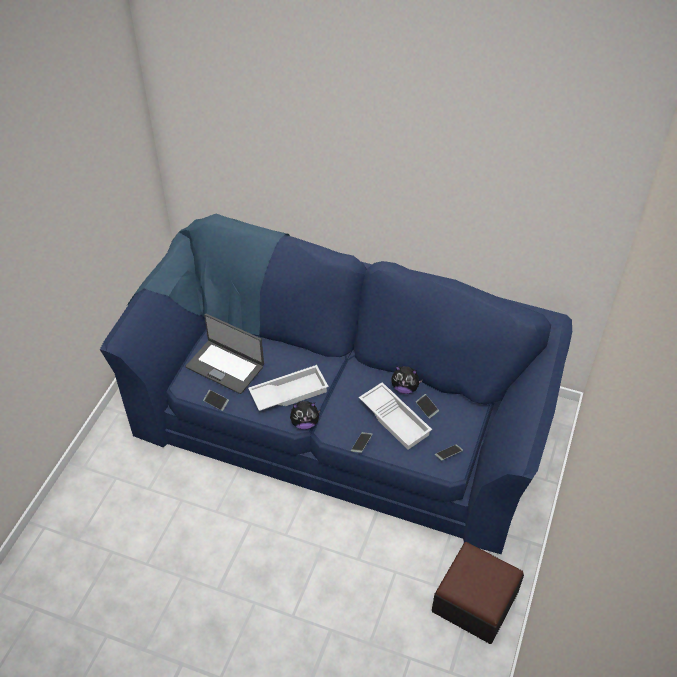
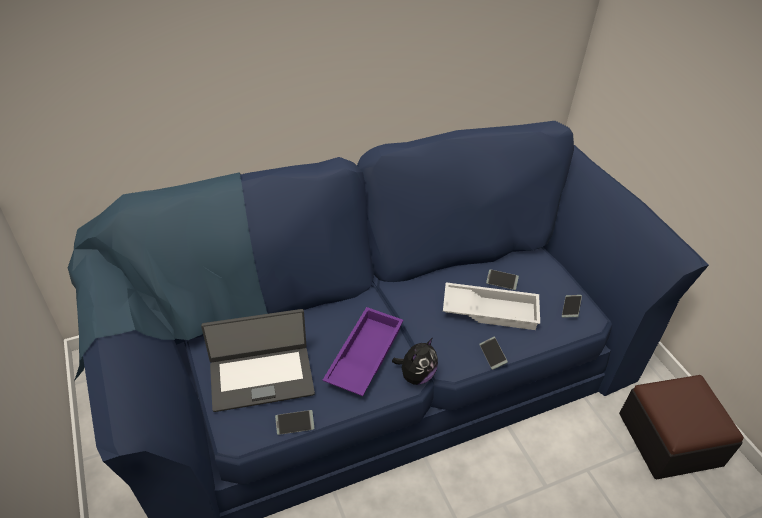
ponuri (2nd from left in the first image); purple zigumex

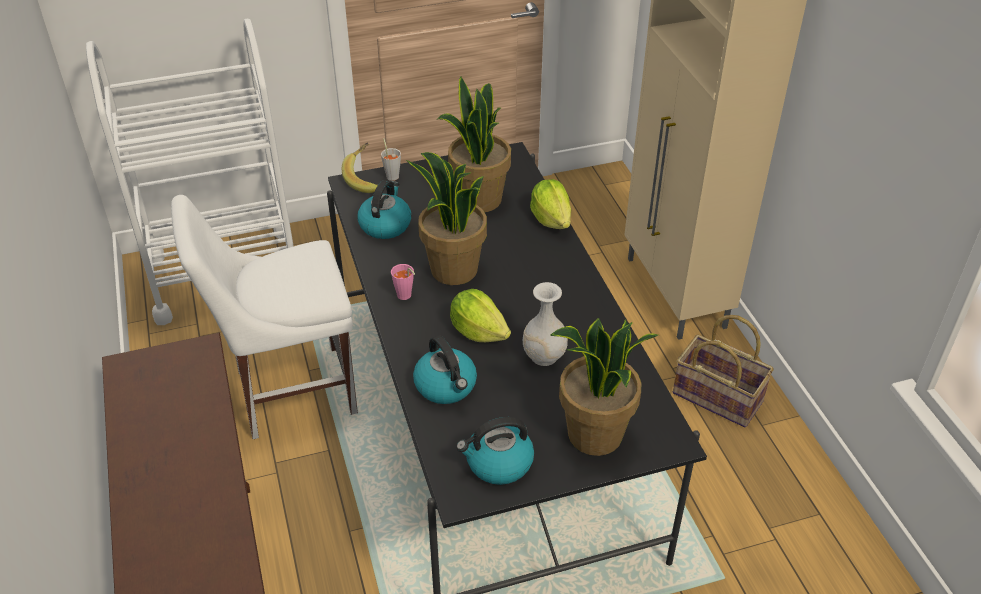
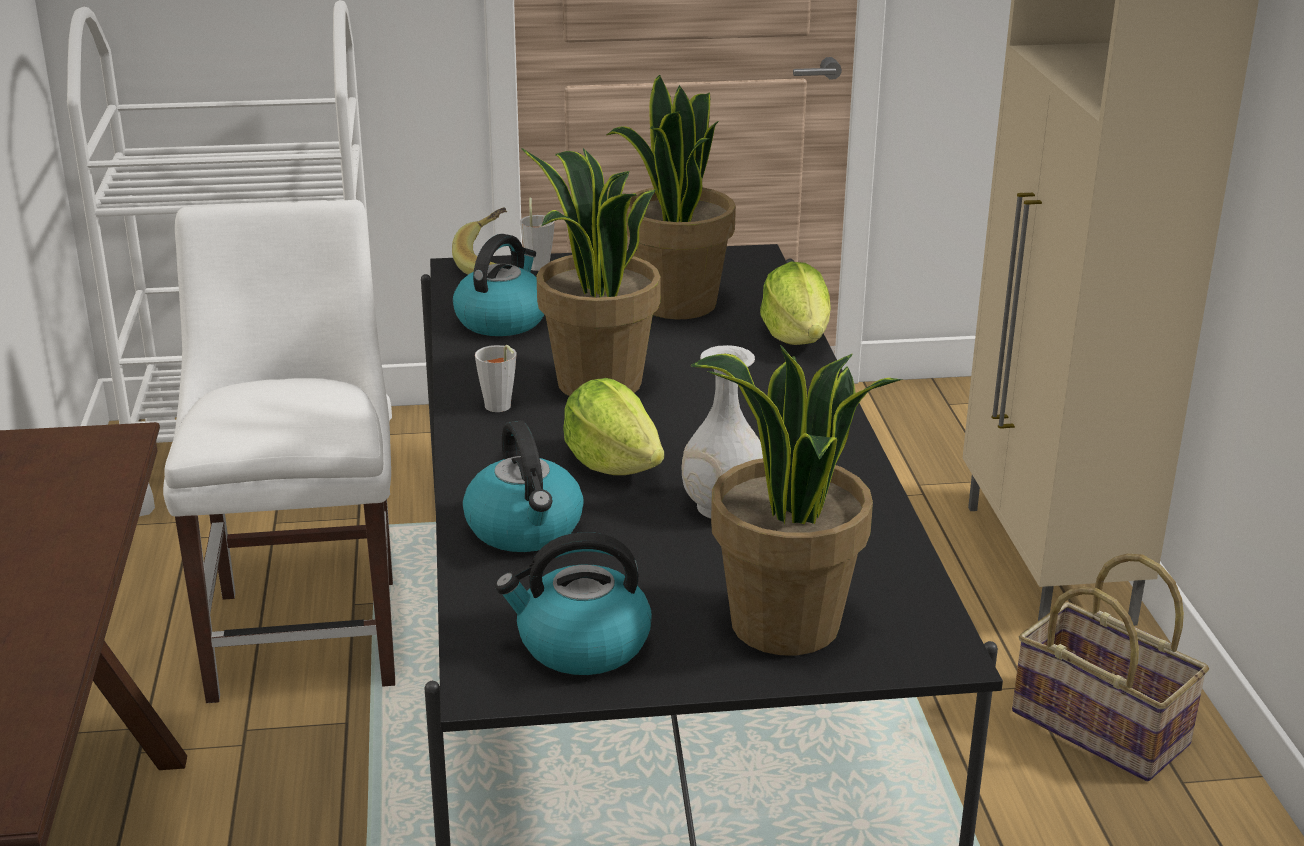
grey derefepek (1st from left); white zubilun

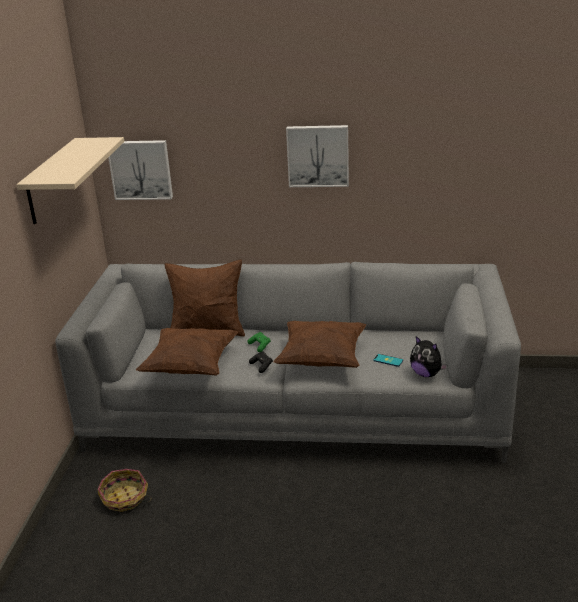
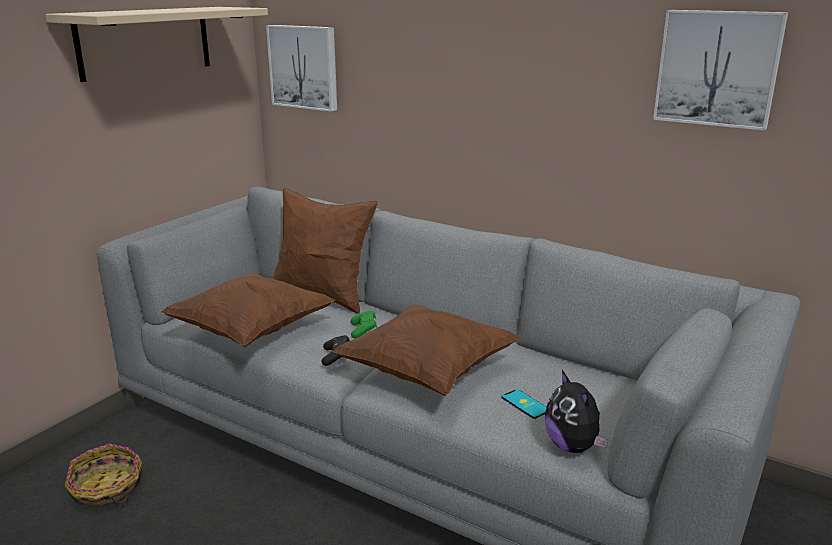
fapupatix (2nd from left)

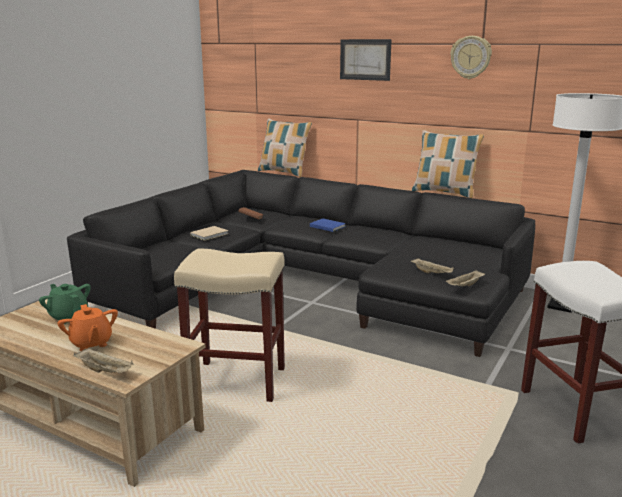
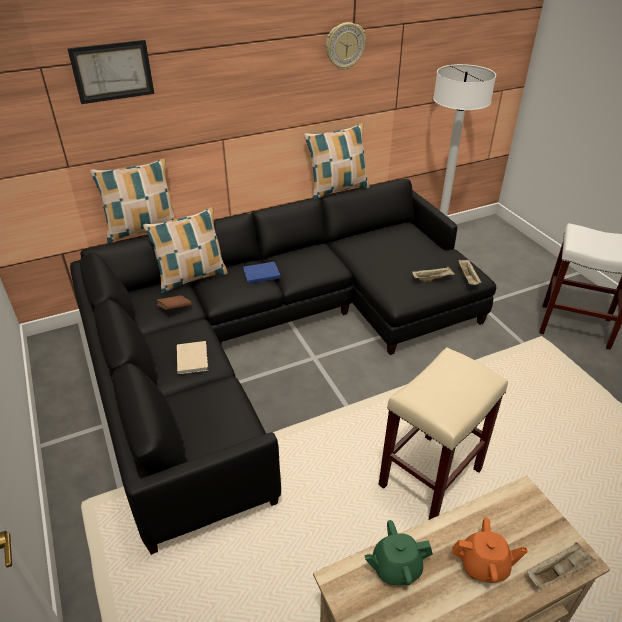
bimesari (2nd from left); fapupatix

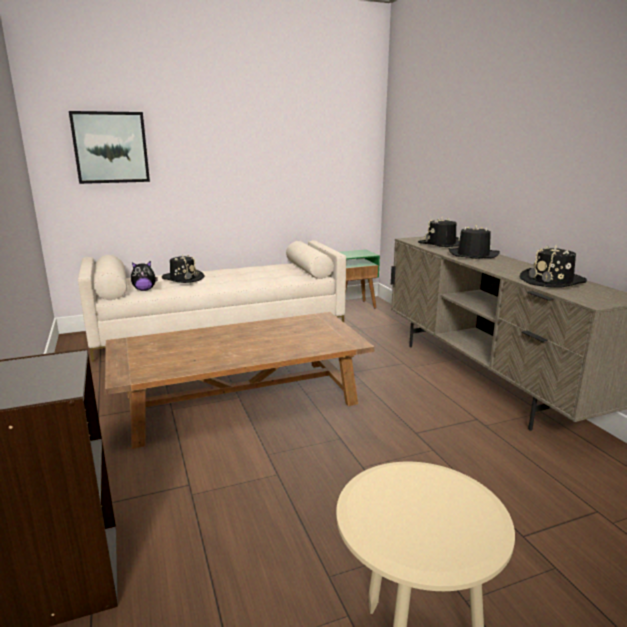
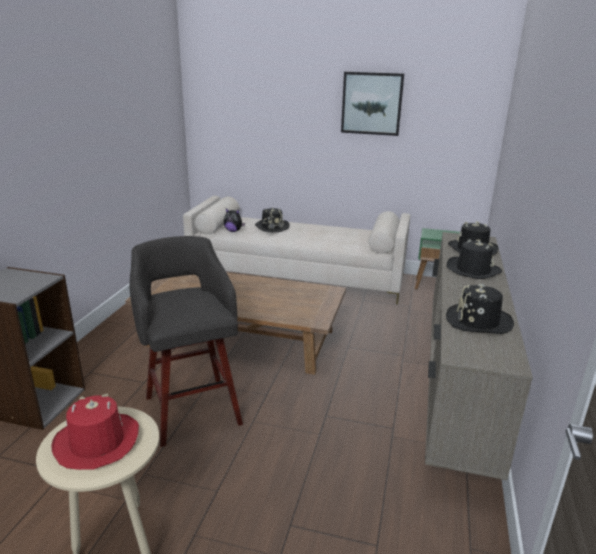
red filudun; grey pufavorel; fapupatix

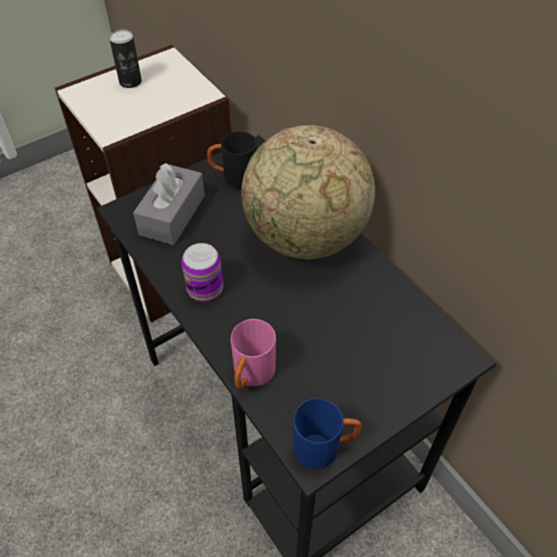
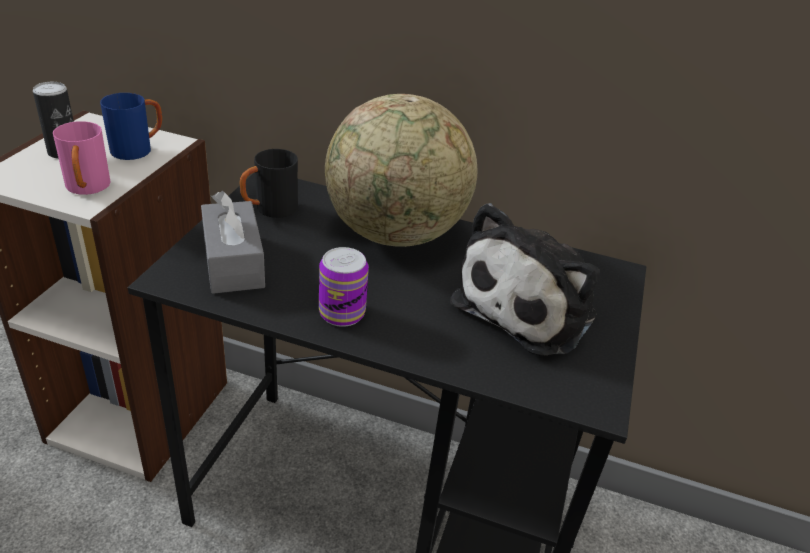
ponuri; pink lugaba; blue lugaba

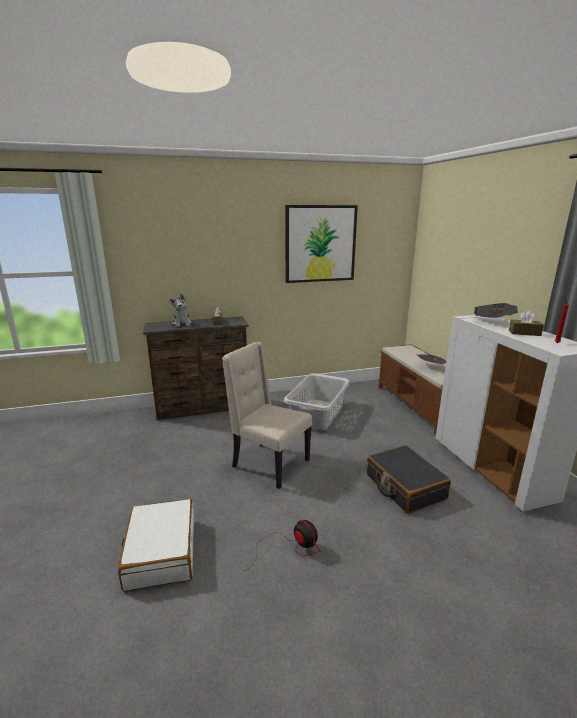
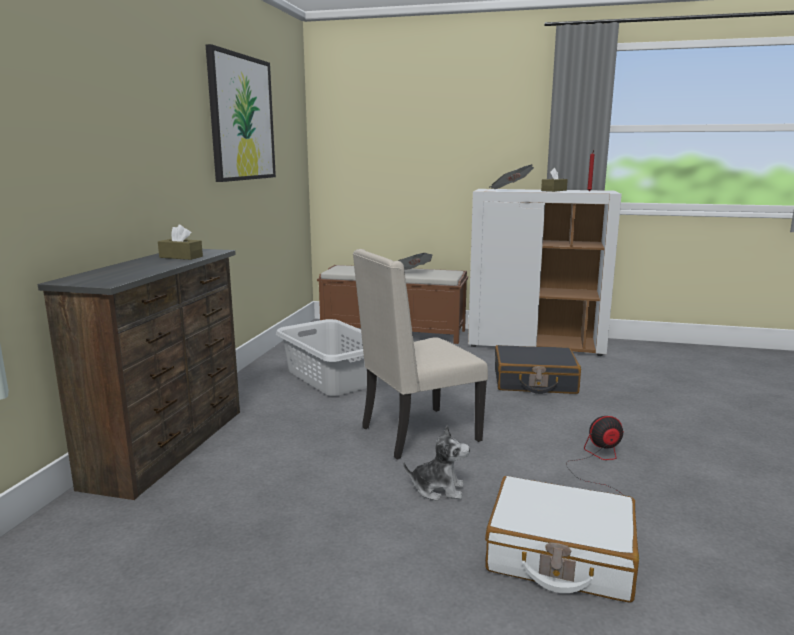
ponuri

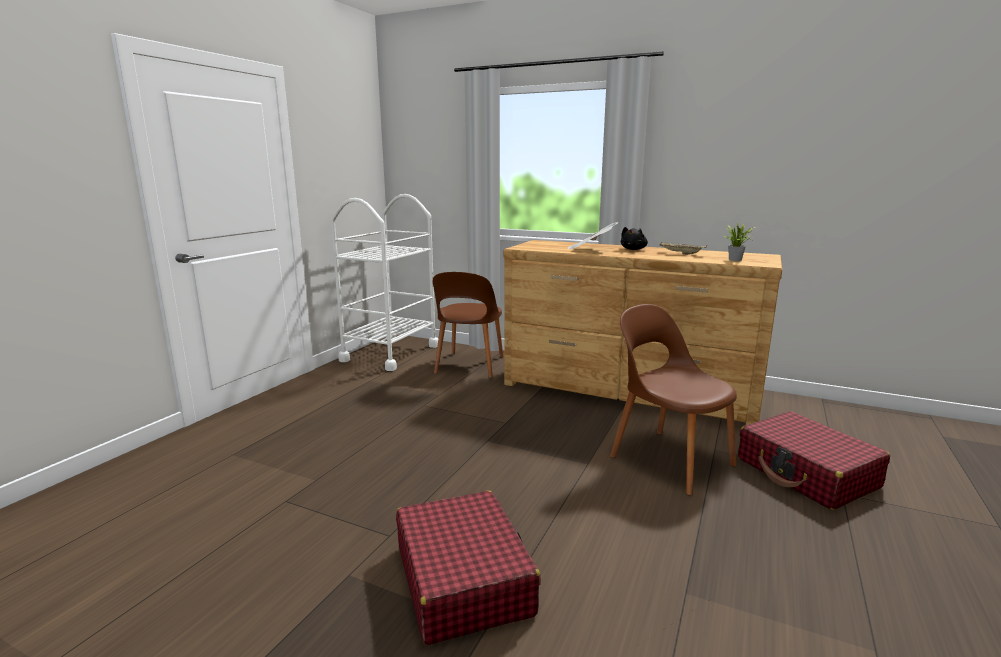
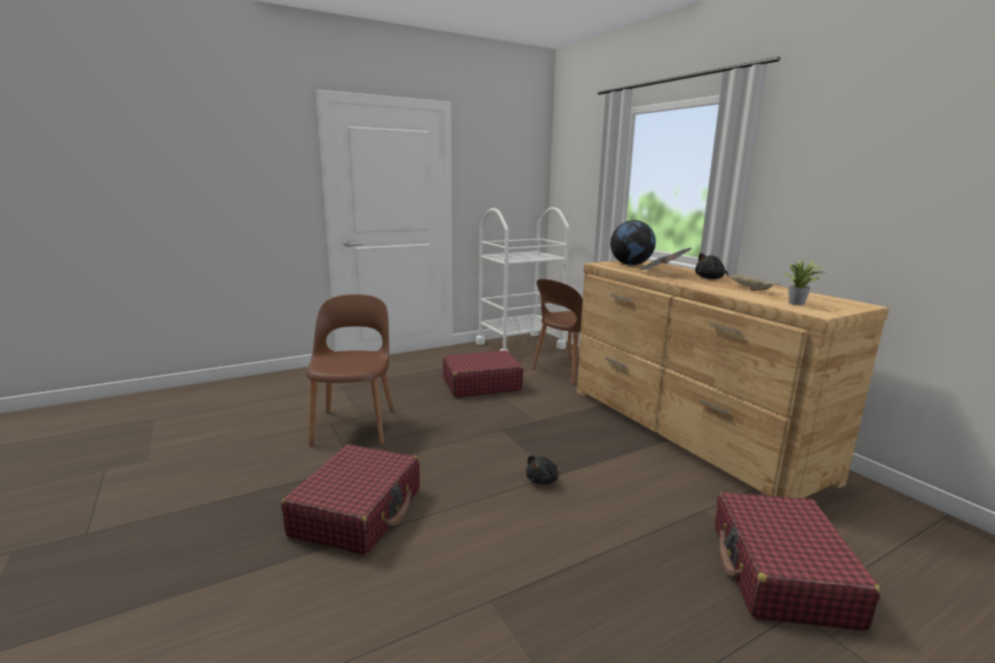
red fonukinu (2nd from left); black ponuri (1st from left); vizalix; brown zubilun (1st from left)

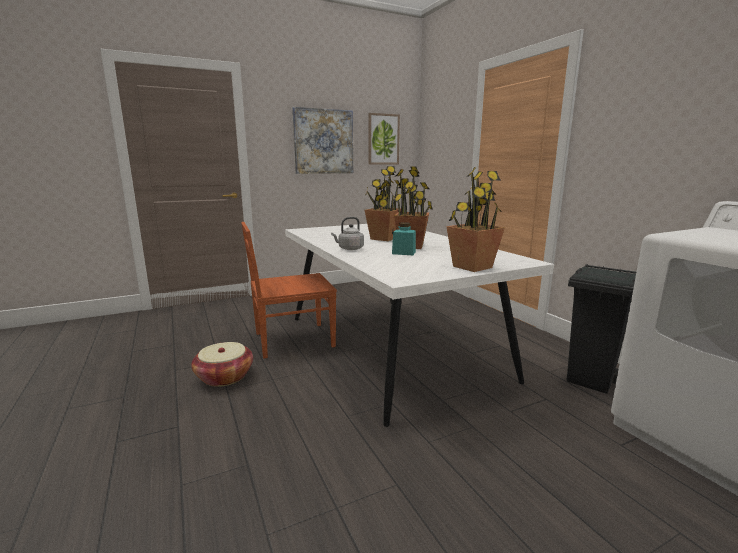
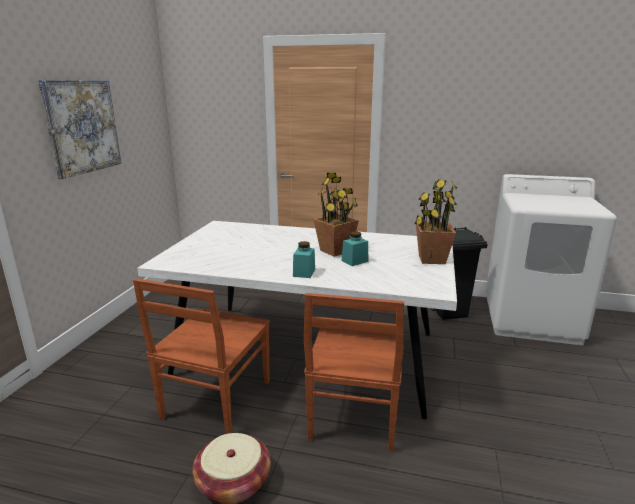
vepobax (1st from left in the first image); fapupatix (2nd from left in the first image); brown zubilun (2nd from left); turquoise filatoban (1st from left)

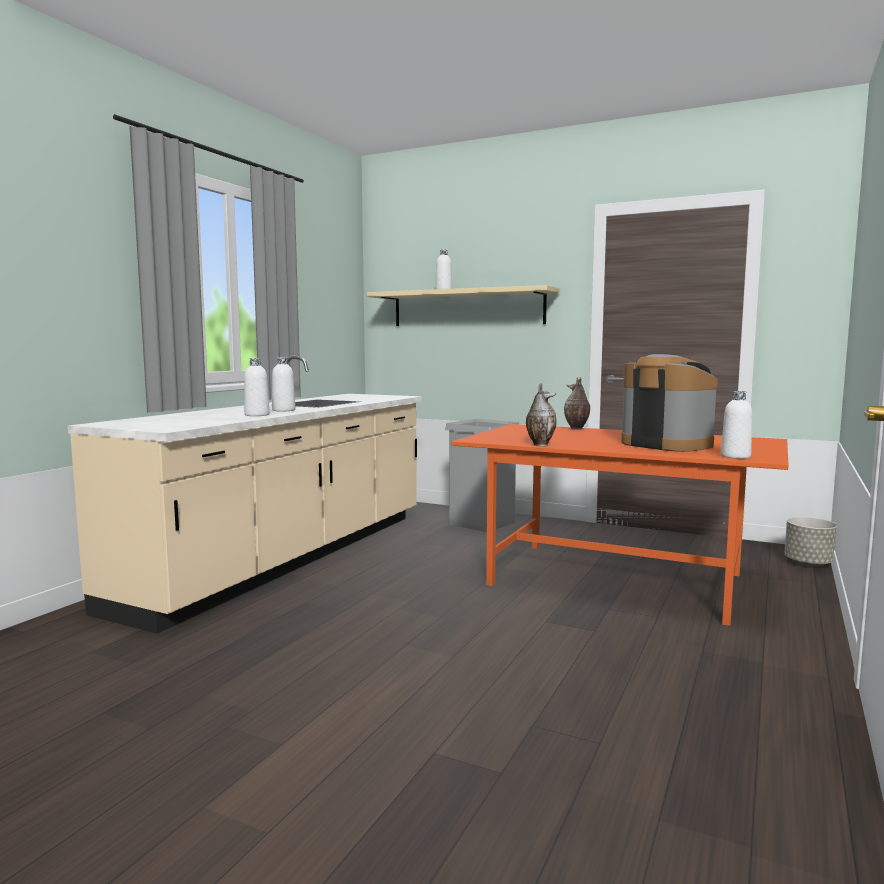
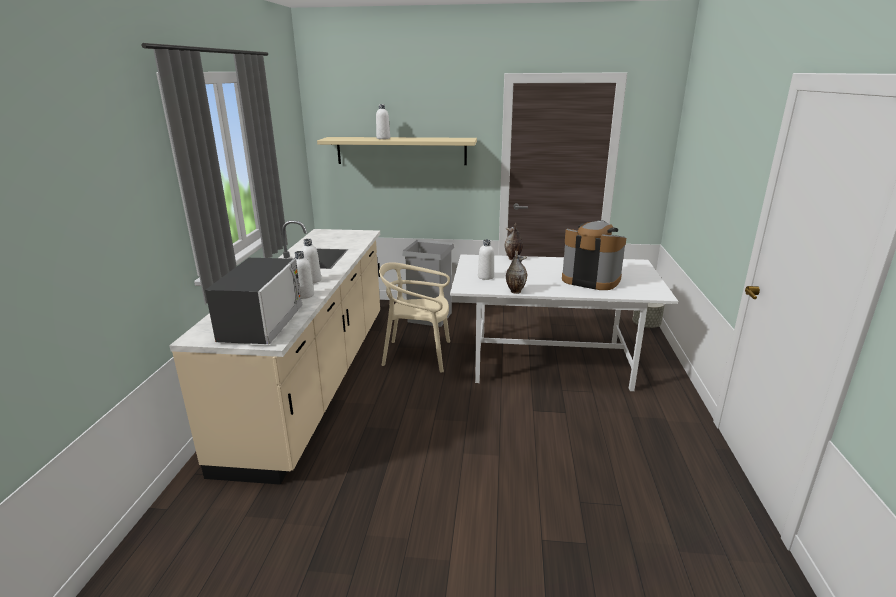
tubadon; beige zubilun; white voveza (4th from left); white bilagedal

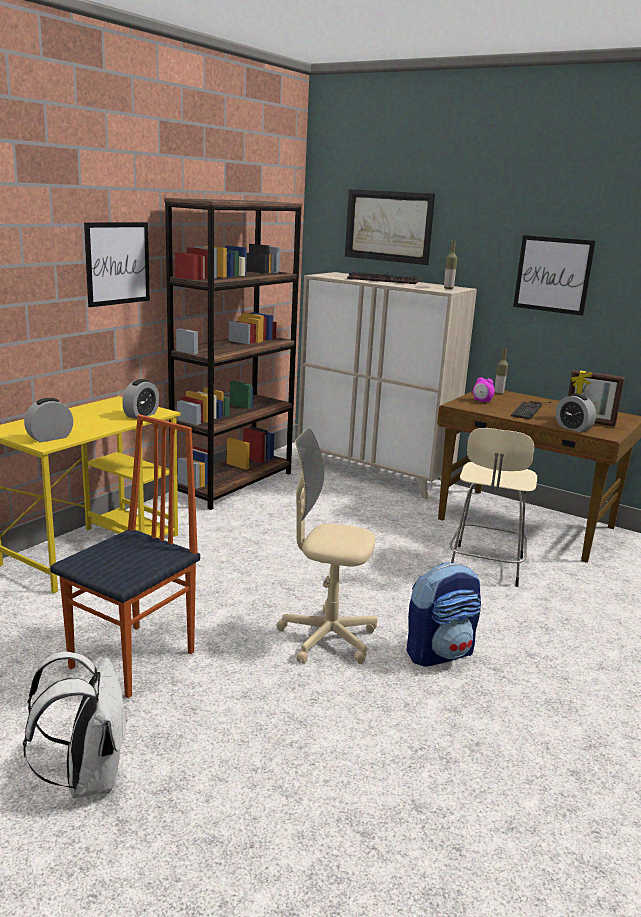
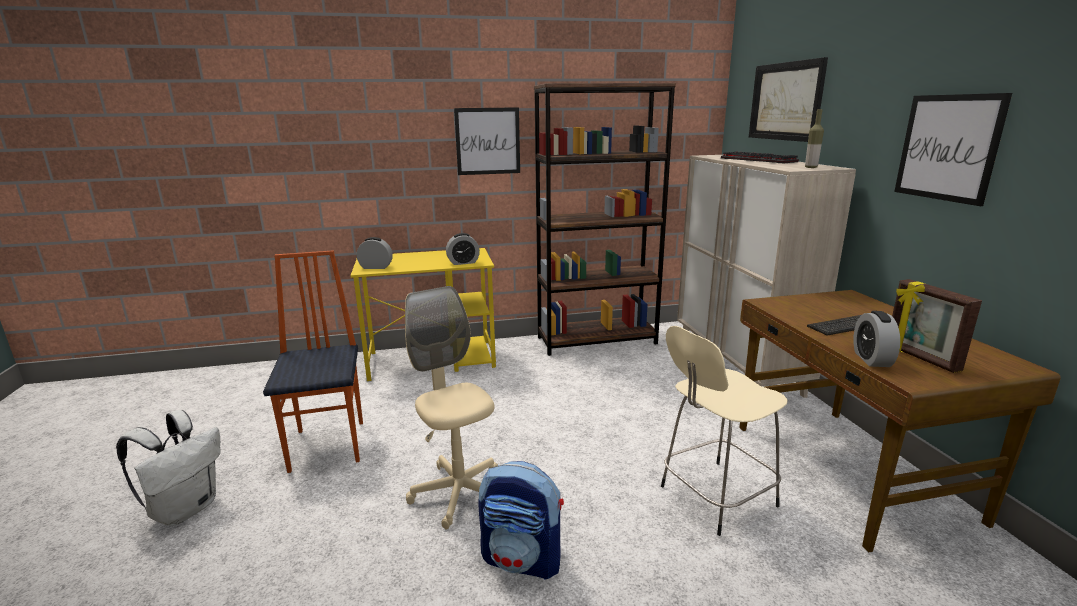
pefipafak (3rd from left in the first image); voveza (2nd from left in the first image); zubilun

